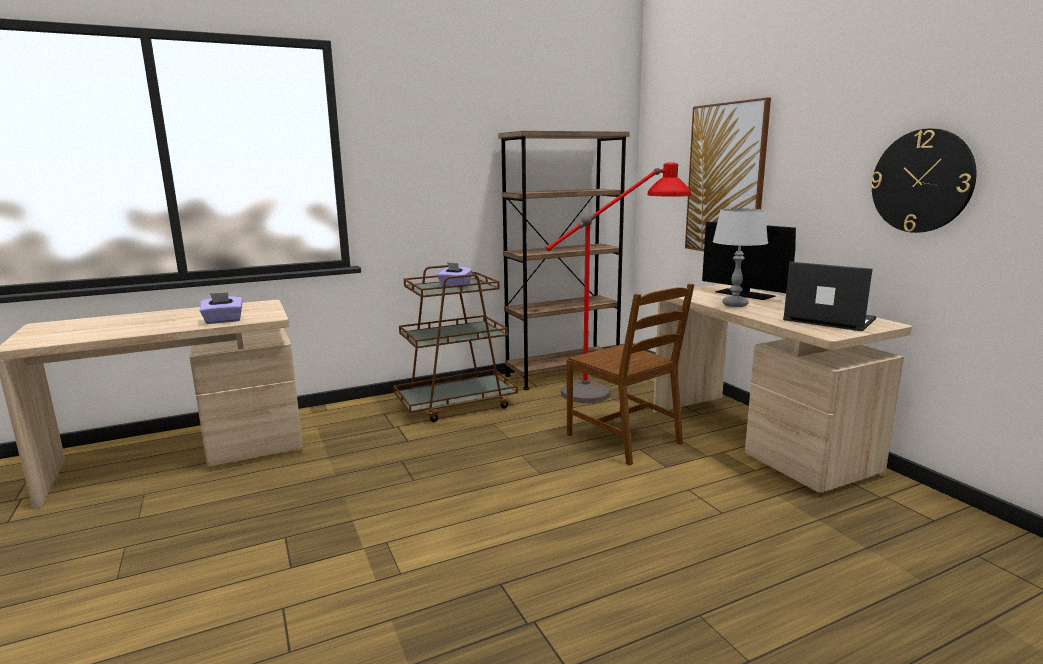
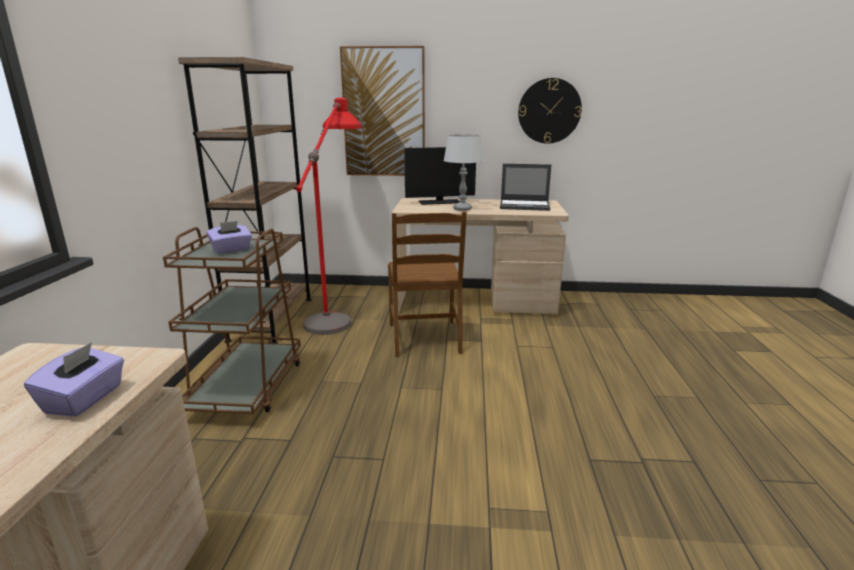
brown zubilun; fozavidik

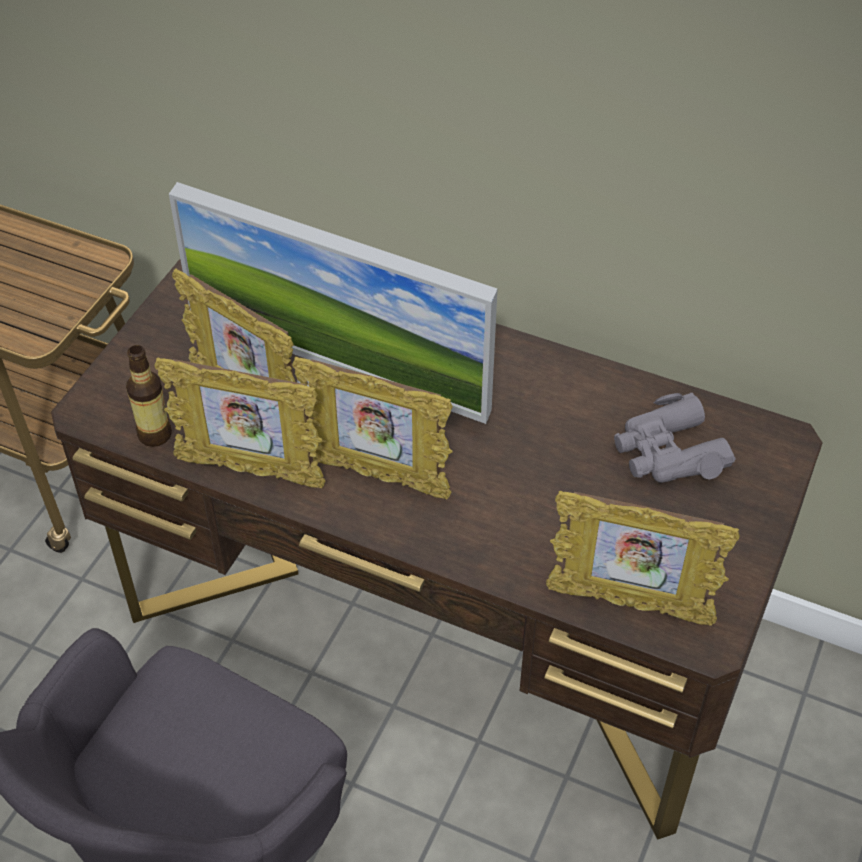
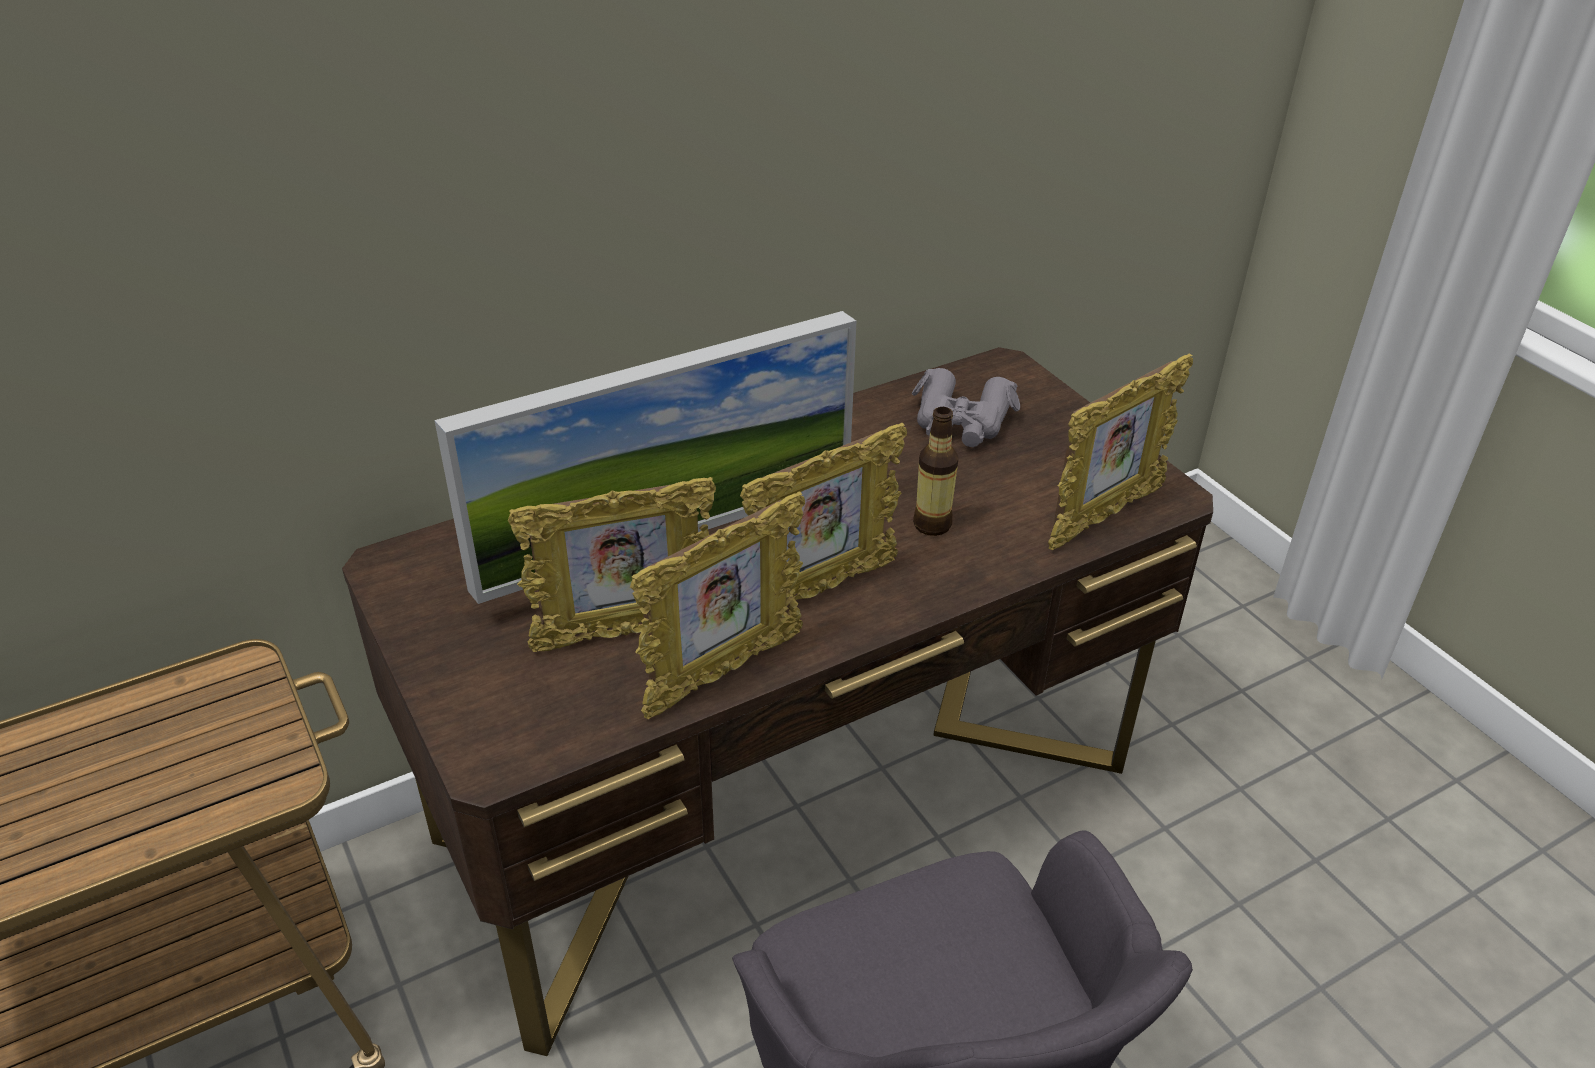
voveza

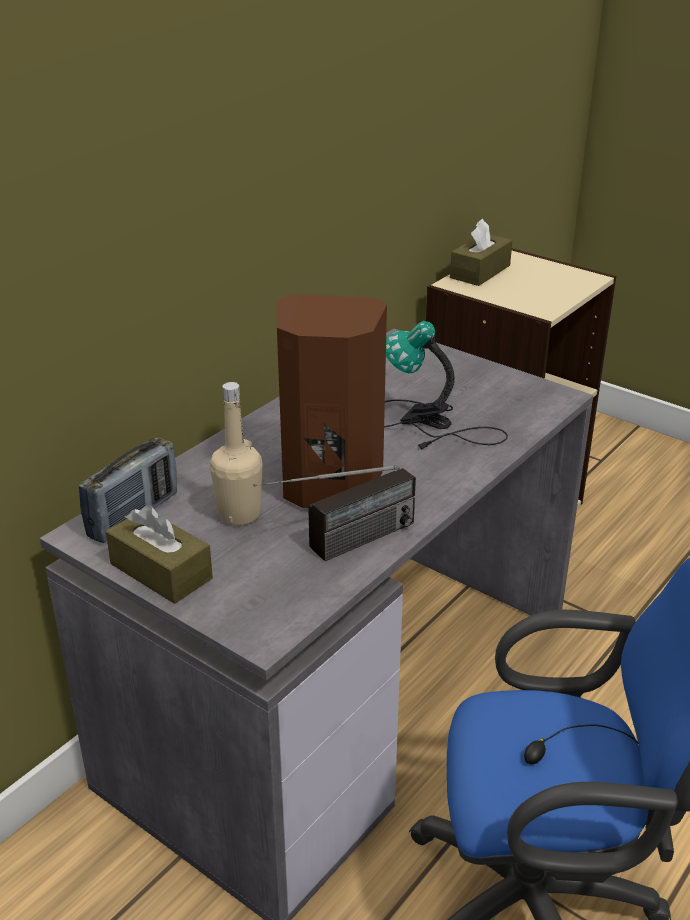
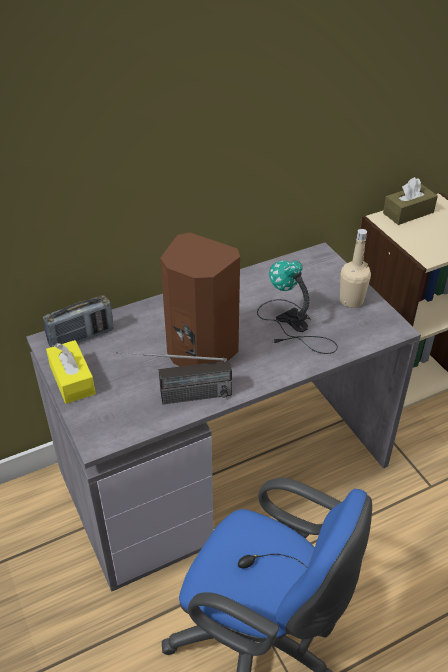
beige voveza; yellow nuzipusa

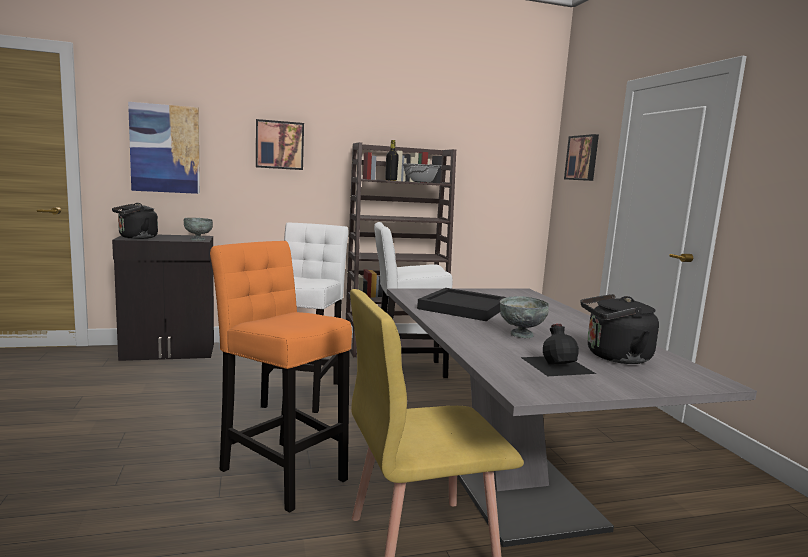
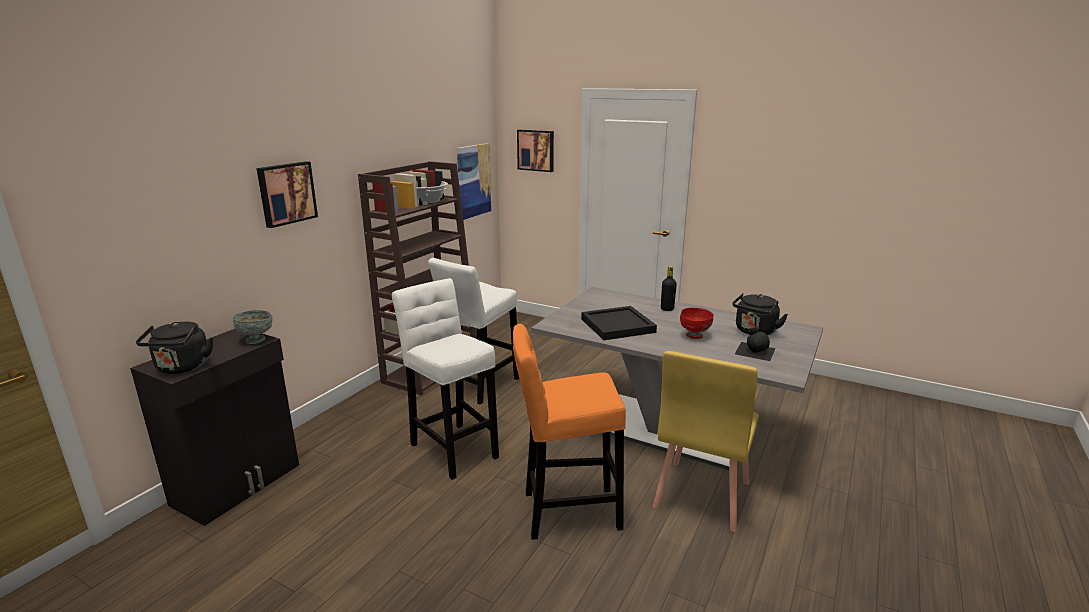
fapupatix (2nd from left); black voveza (1st from left); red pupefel

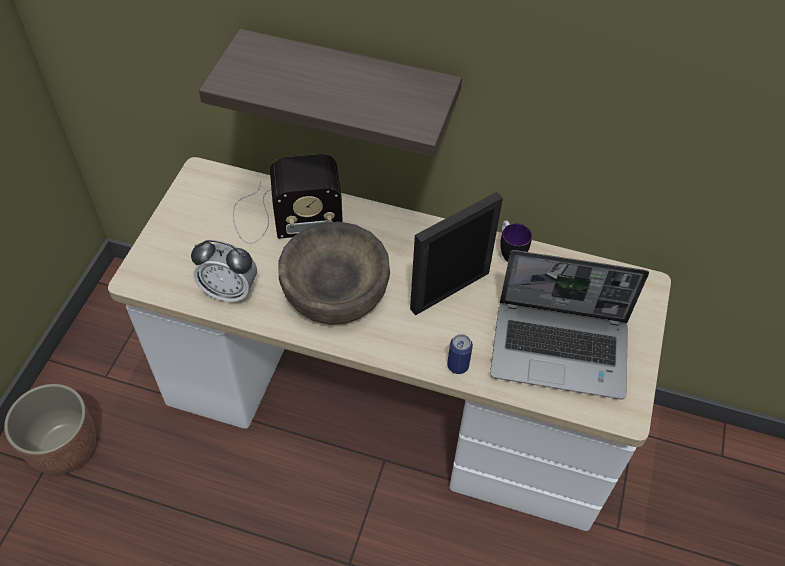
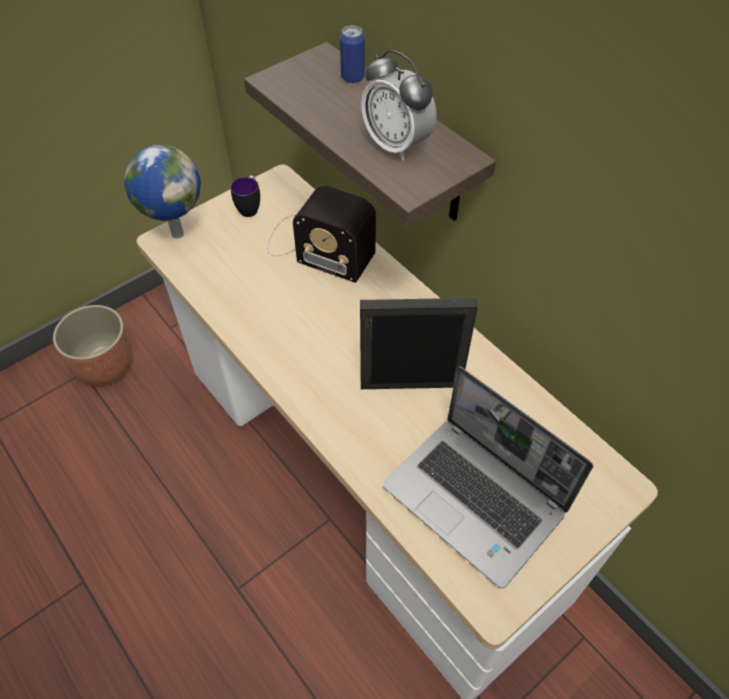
brown pupefel; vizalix; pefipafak; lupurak; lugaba

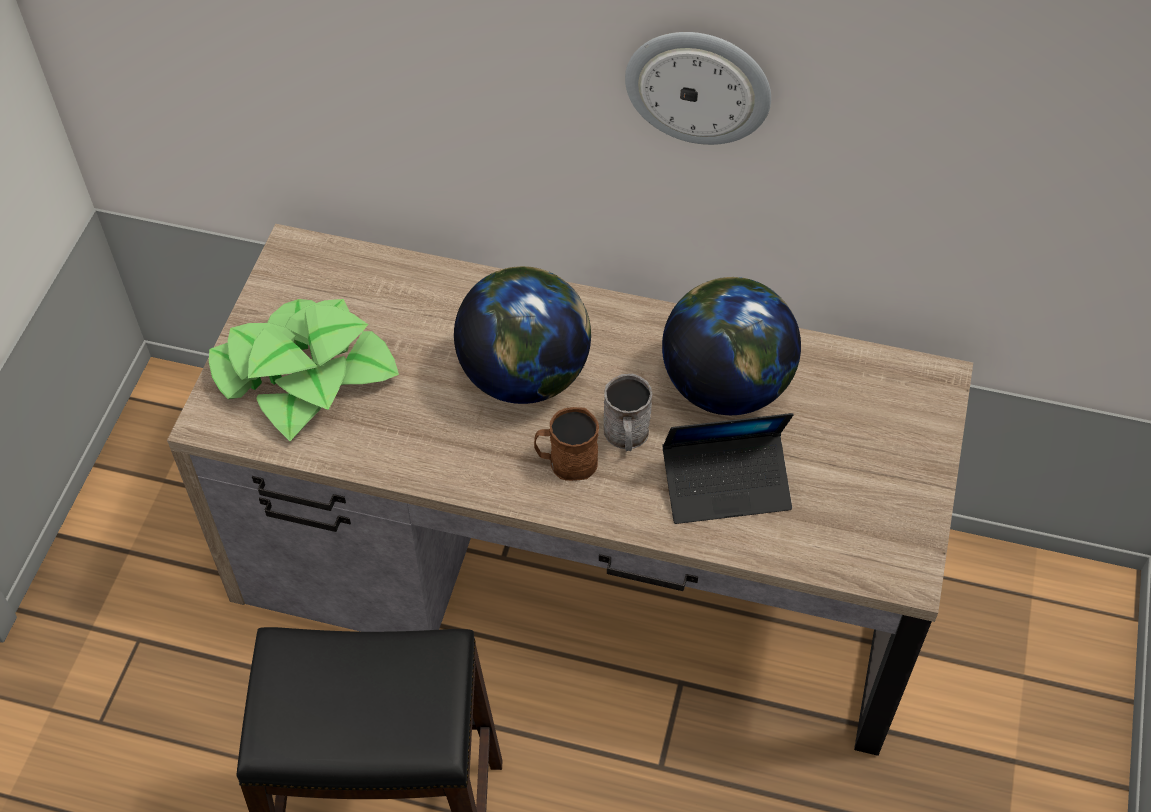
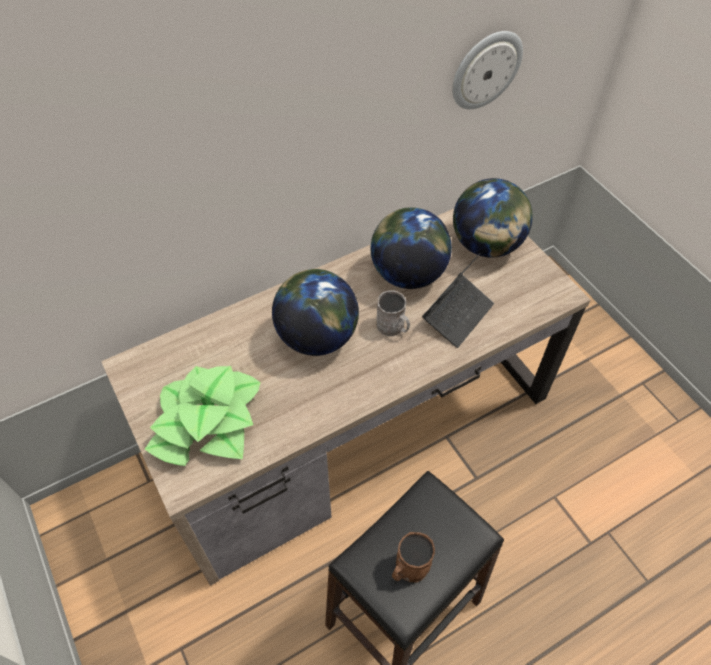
vizalix (3rd from left); brown lugaba; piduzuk

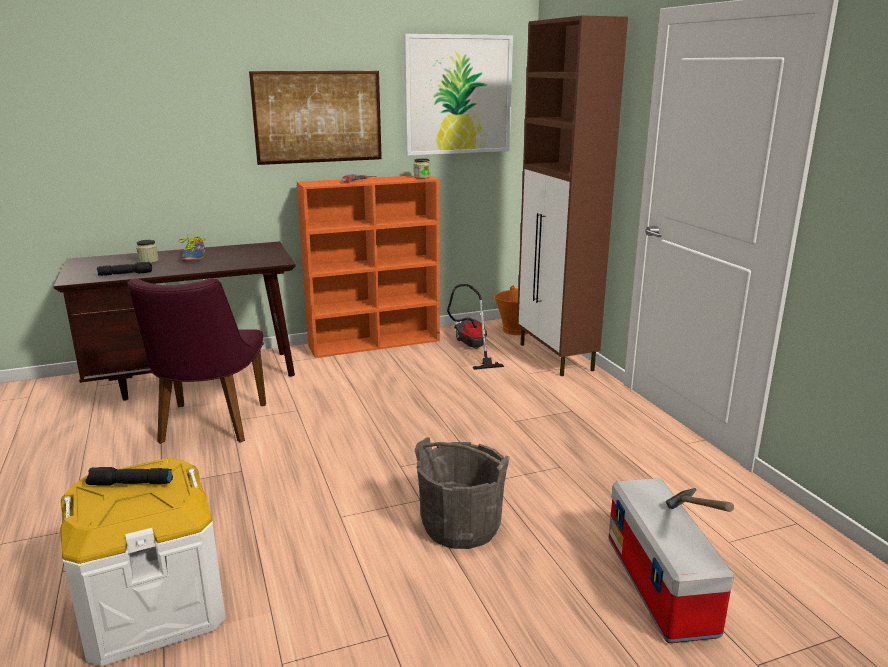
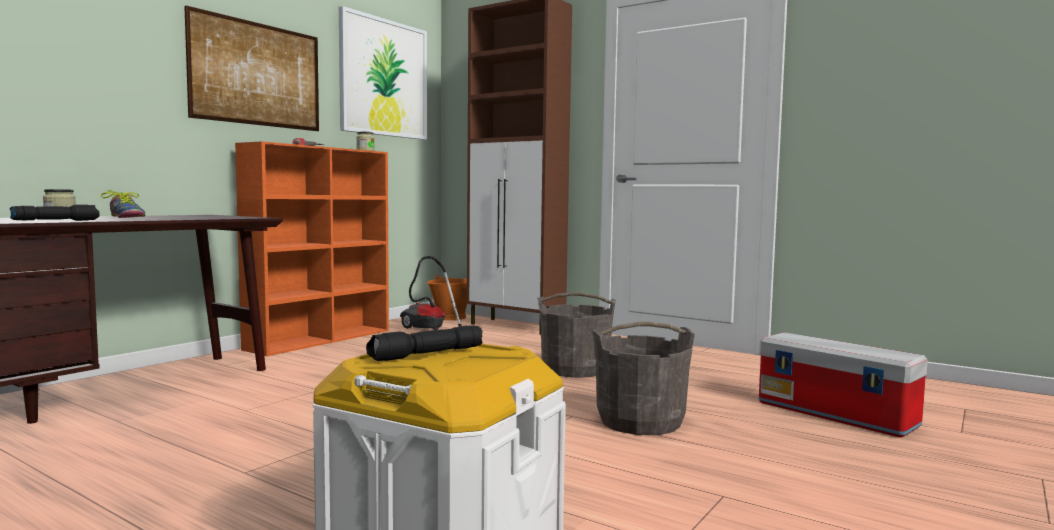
purple zubilun; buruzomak; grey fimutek (1st from left)

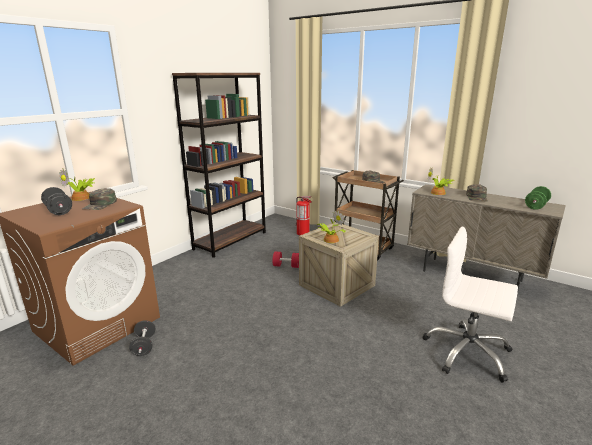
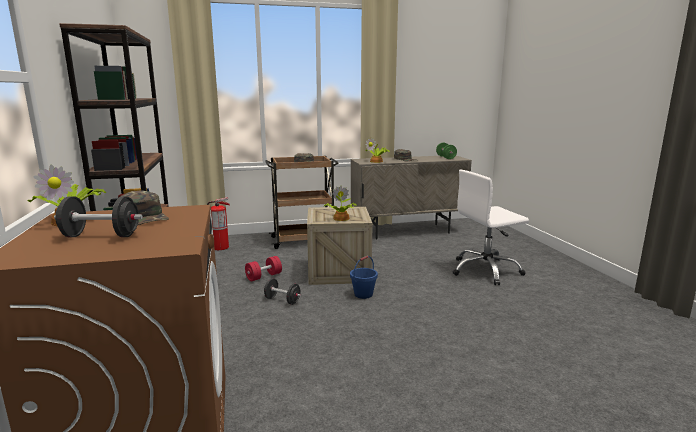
blue fimutek; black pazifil (2nd from left)

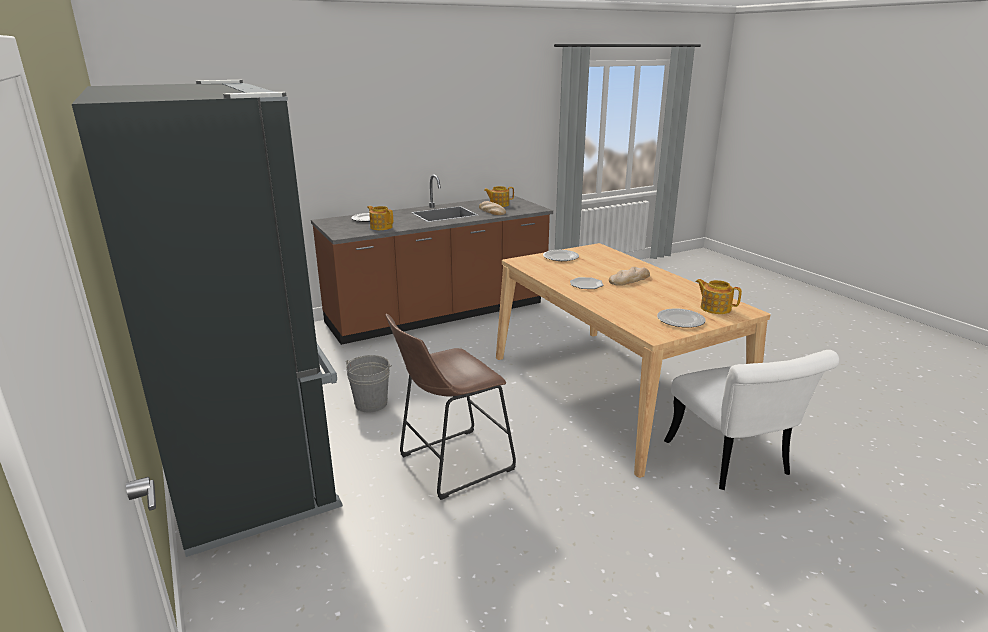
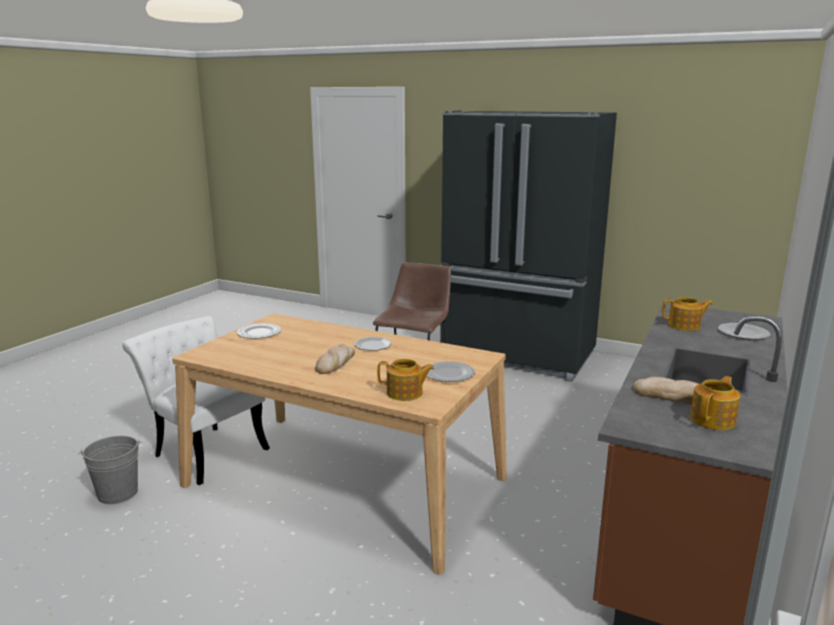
grey fimutek; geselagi (1st from left)

